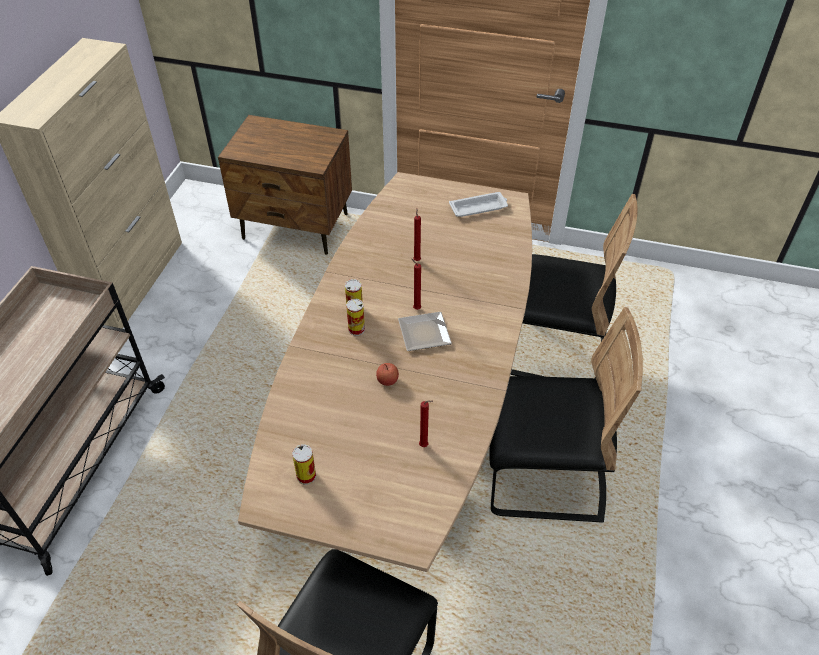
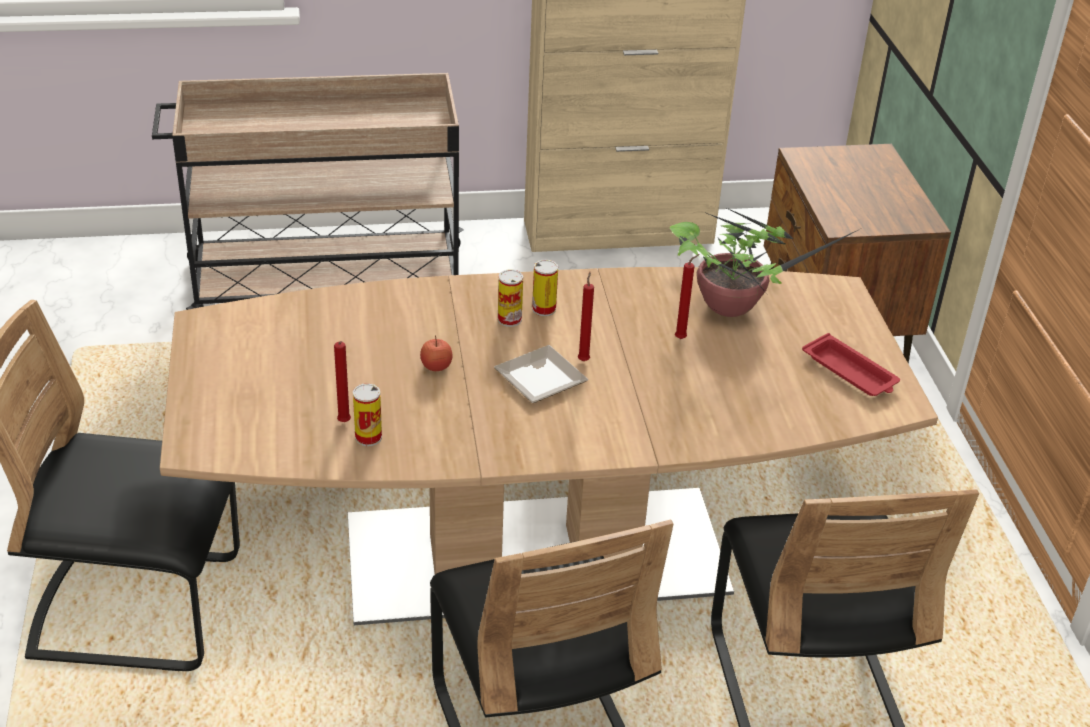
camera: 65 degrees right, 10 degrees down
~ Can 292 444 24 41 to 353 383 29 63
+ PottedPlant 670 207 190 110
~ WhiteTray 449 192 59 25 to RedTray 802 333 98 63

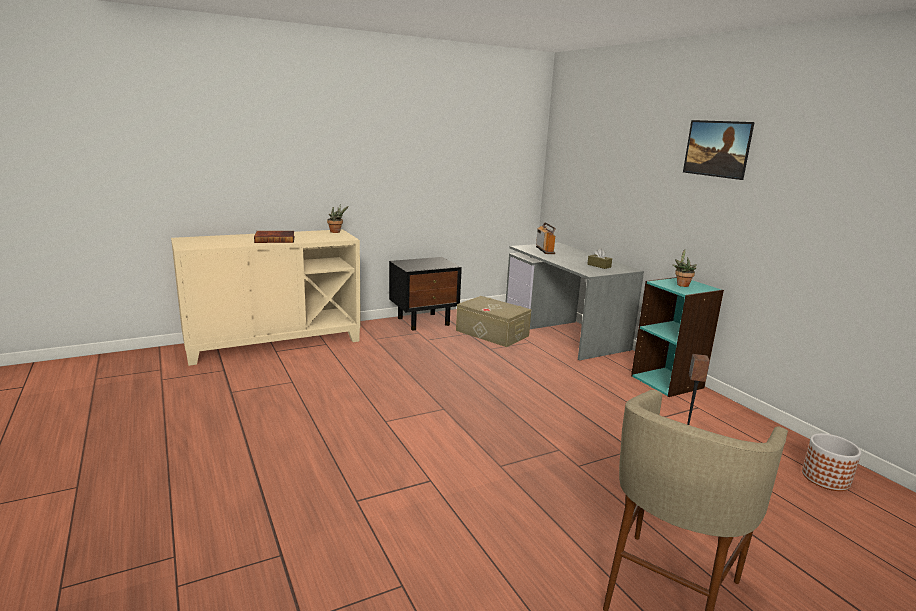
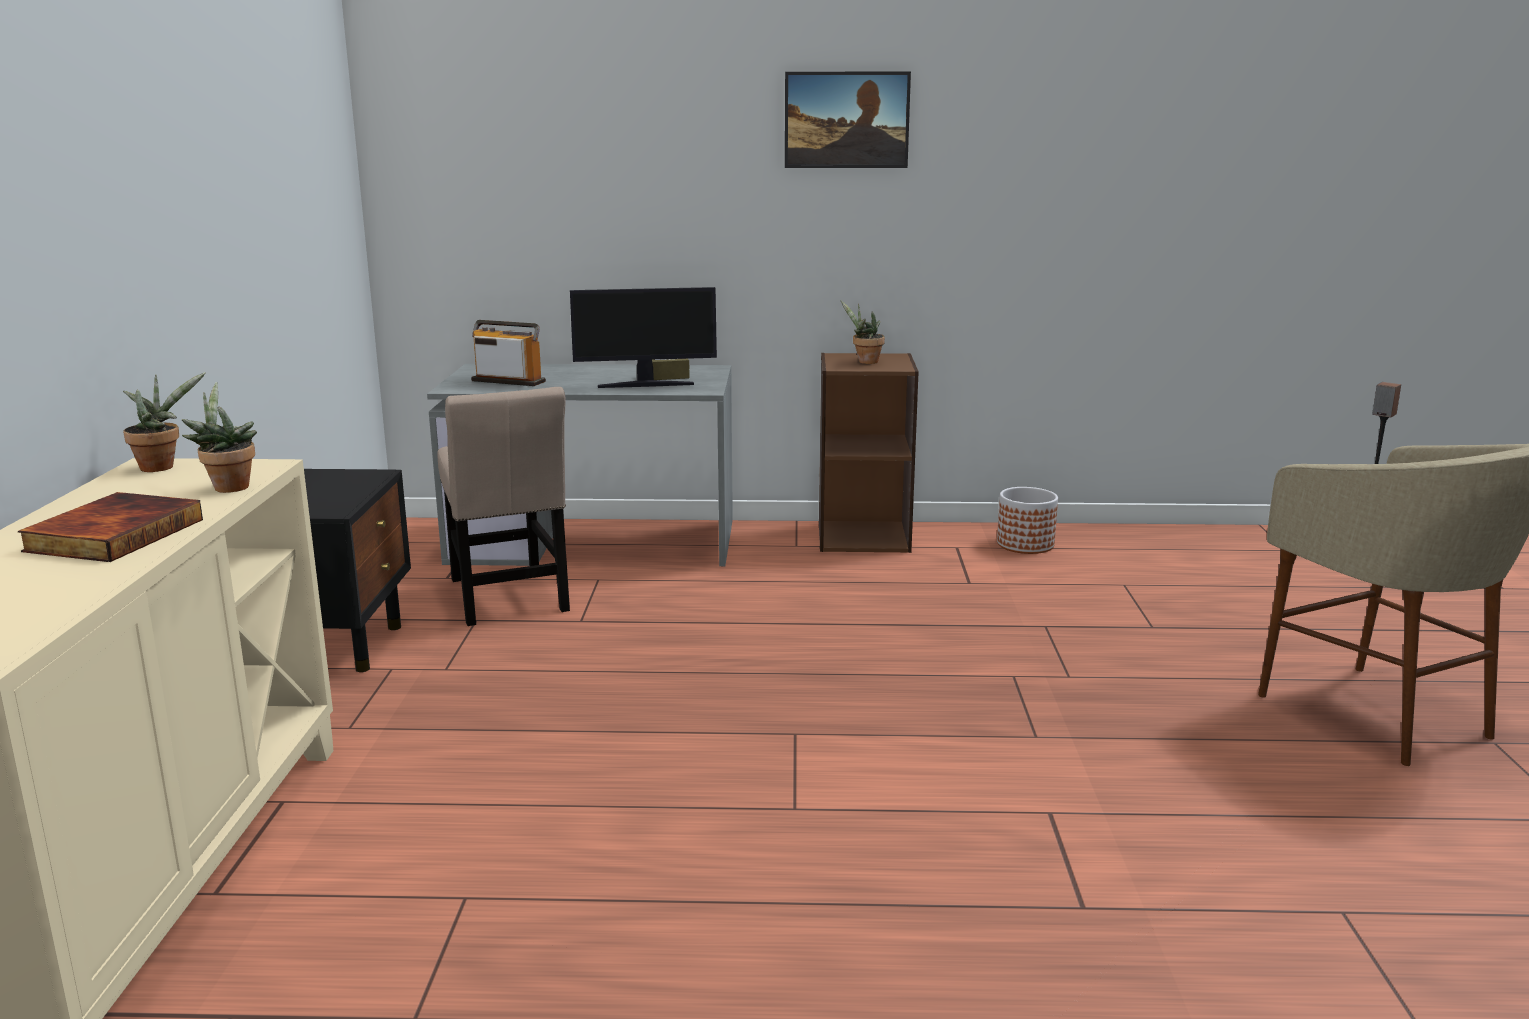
camera: 60 degrees left, 0 degrees up
+ PottedPlant 182 382 75 111
~ BeigeStorageBox 456 296 75 51 to BeigeChair 437 387 133 239
+ Monitor 570 287 147 101
~ TurquoiseBookcase 631 277 93 120 to BrownBookcase 819 353 100 200
~ Planter 802 433 59 58 to 997 487 61 67

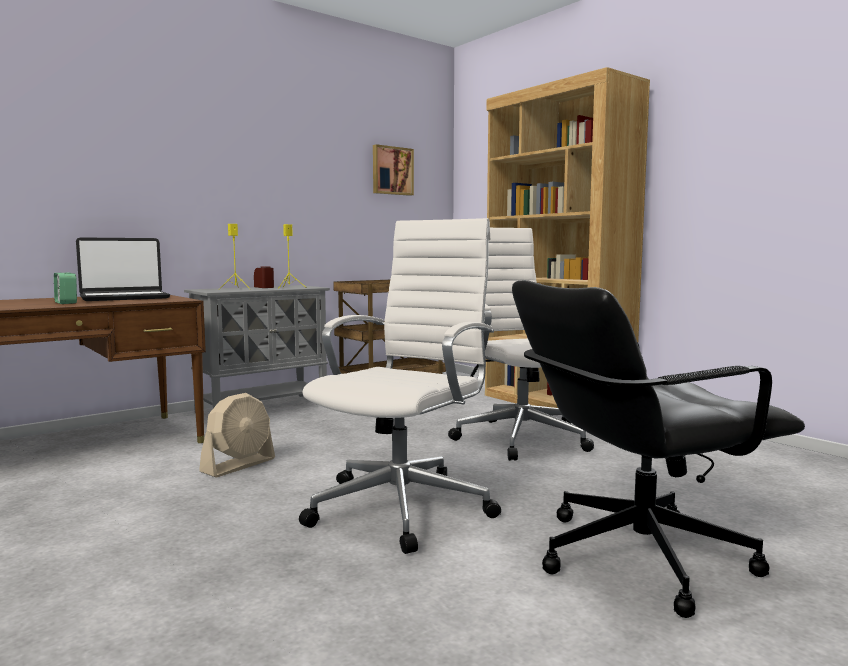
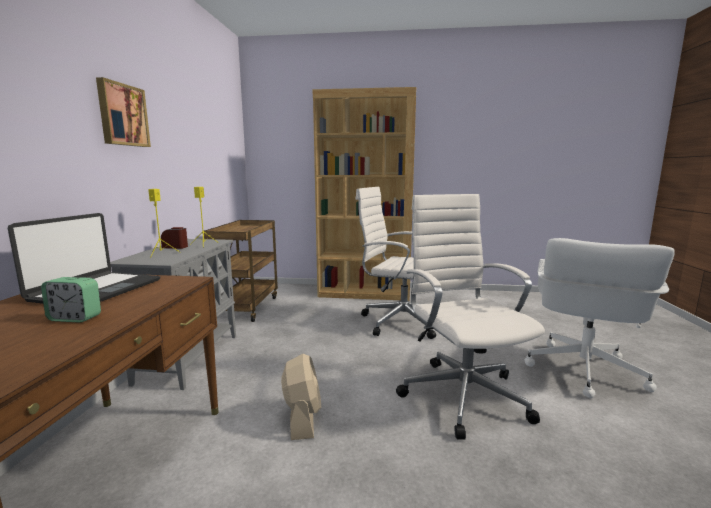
camera: 45 degrees left, 5 degrees up
~ Picture 373 144 41 52 to 96 77 55 70
~ BlackOfficeChair 512 280 293 338 to WhiteOfficeChair 525 238 150 160

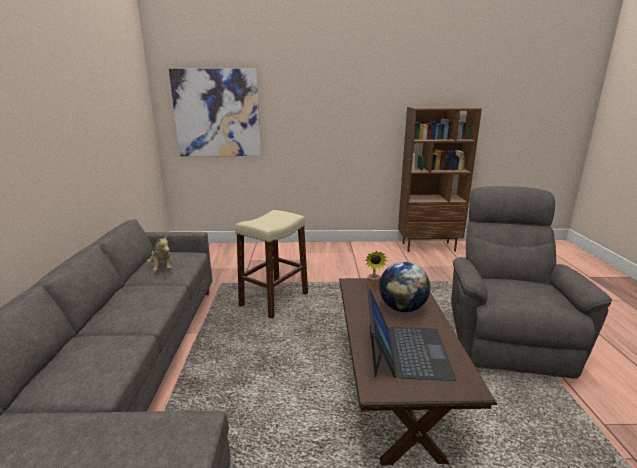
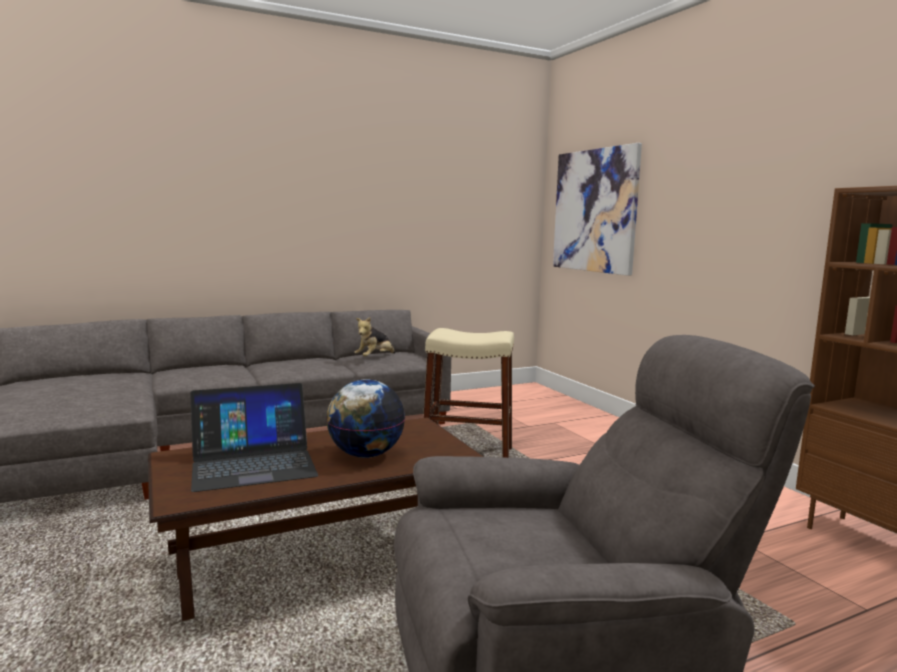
camera: 65 degrees right, 10 degrees down
- PottedPlant 365 251 22 39

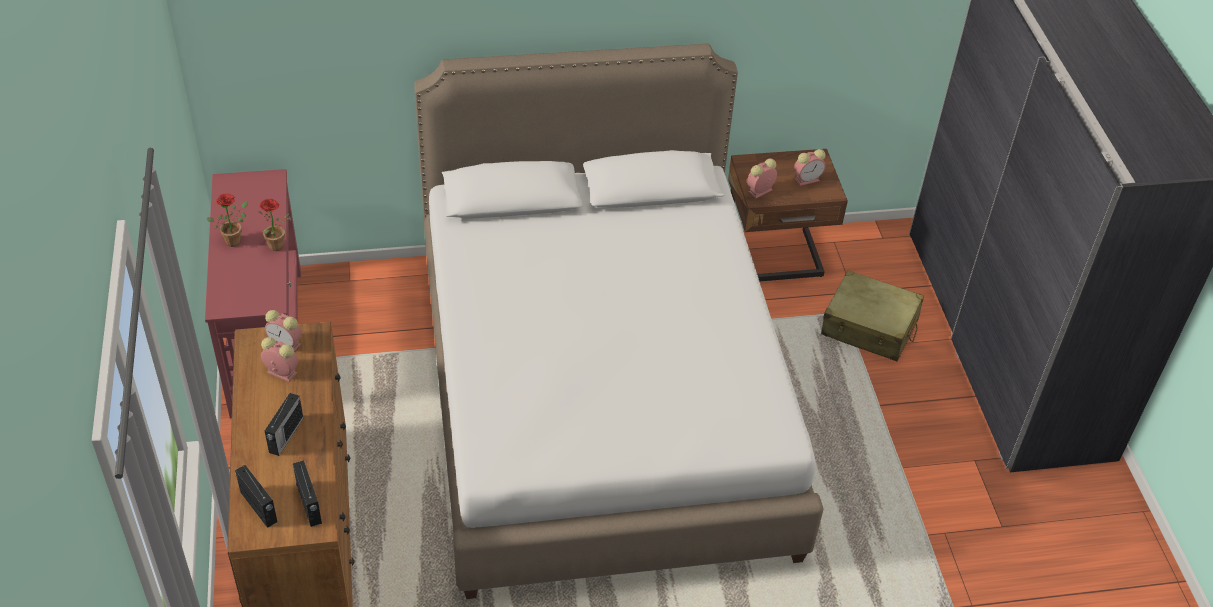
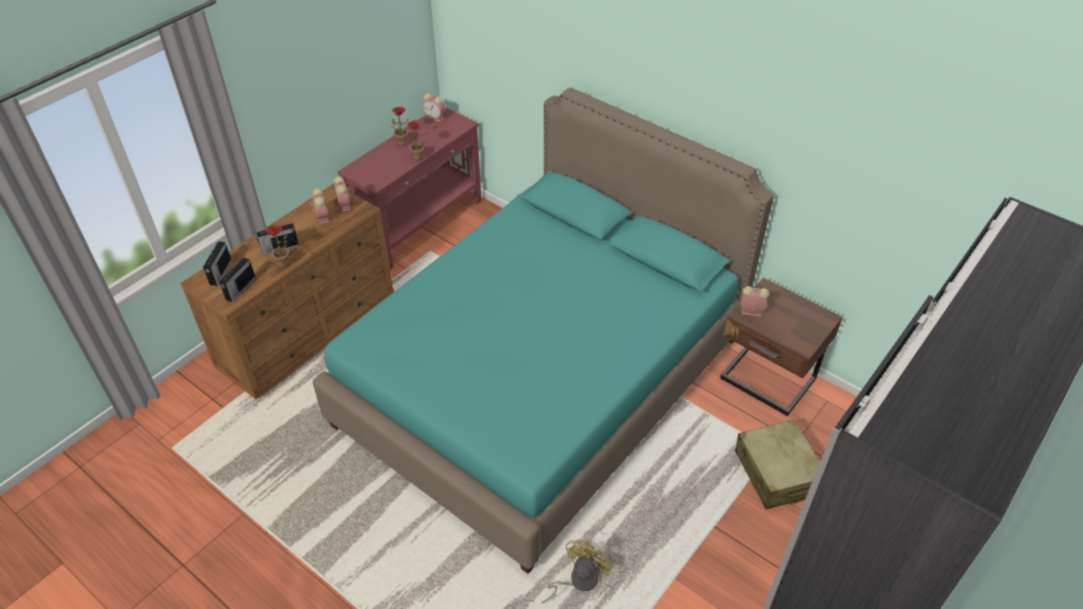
camera: 50 degrees right, 0 degrees up
+ PottedPlant 264 225 25 43
~ WhiteBed 414 44 410 555 to TurquoiseBed 313 88 461 486
~ AlarmClock 794 149 32 37 to 423 93 22 29
+ YellowFan 541 540 71 63

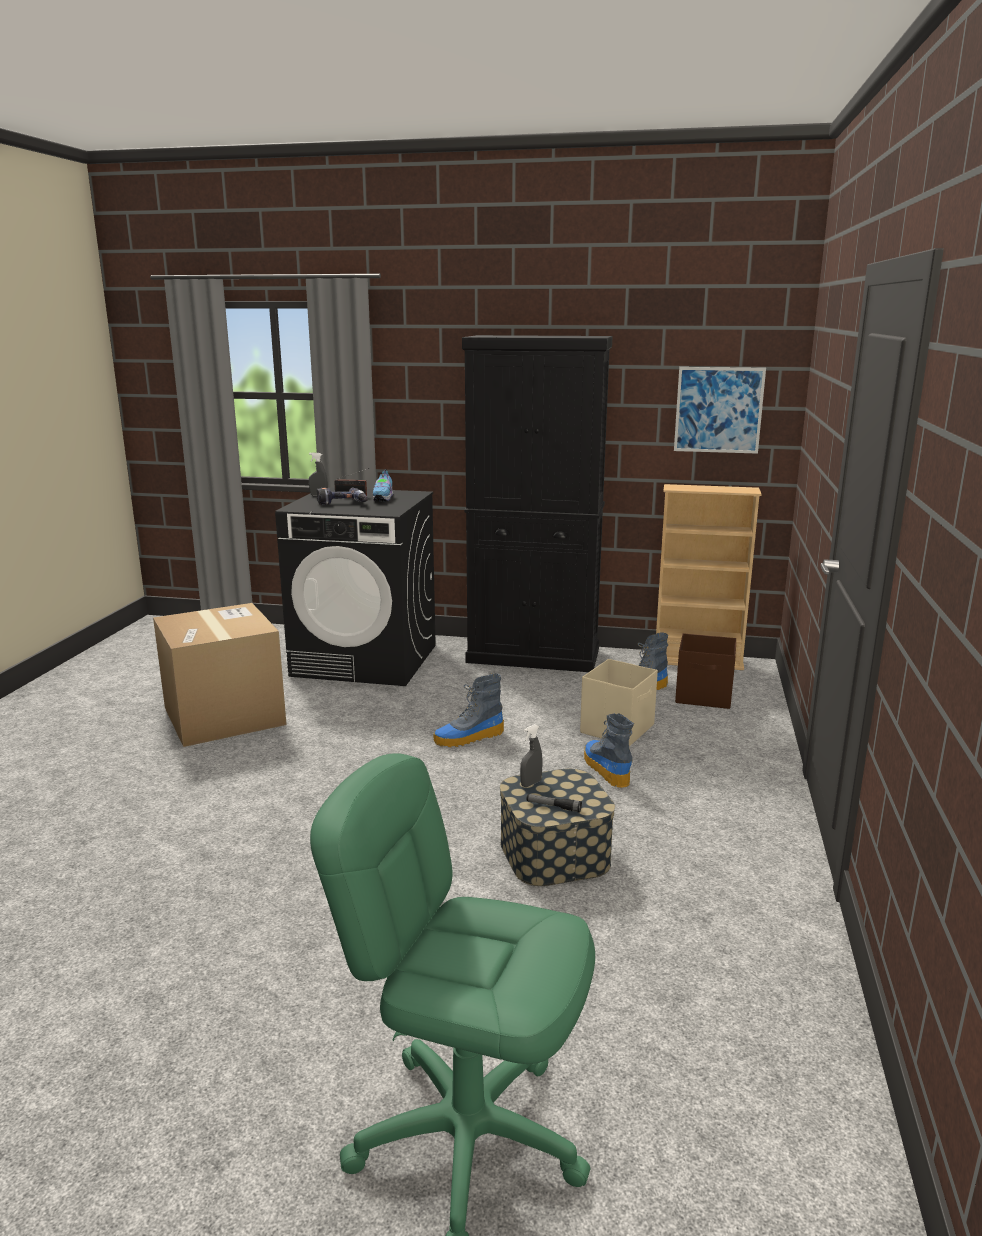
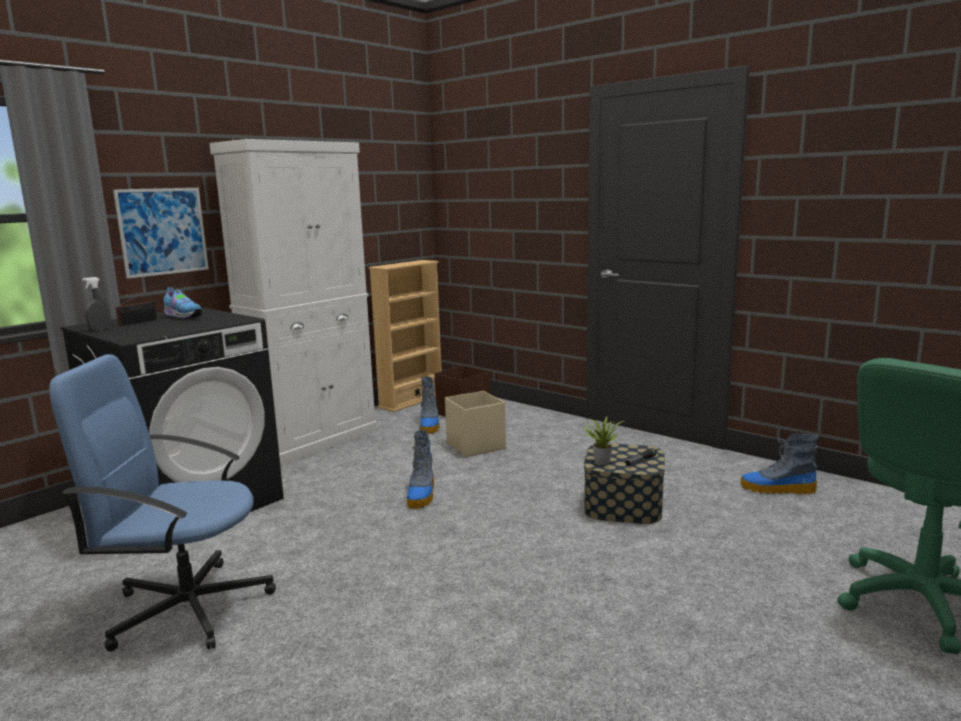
camera: 60 degrees left, 5 degrees down
~ CardboardBox 153 603 134 144 to BlueOfficeChair 49 354 227 298
~ Picture 674 367 92 87 to 113 188 96 91
~ BlackCabinet 462 335 151 337 to WhiteCabinet 209 139 169 327
~ GreySprayBottle 520 724 23 63 to PottedPlant 584 417 41 48
~ Boot 584 713 50 75 to 741 434 77 60
- PowerDrill 317 488 51 17

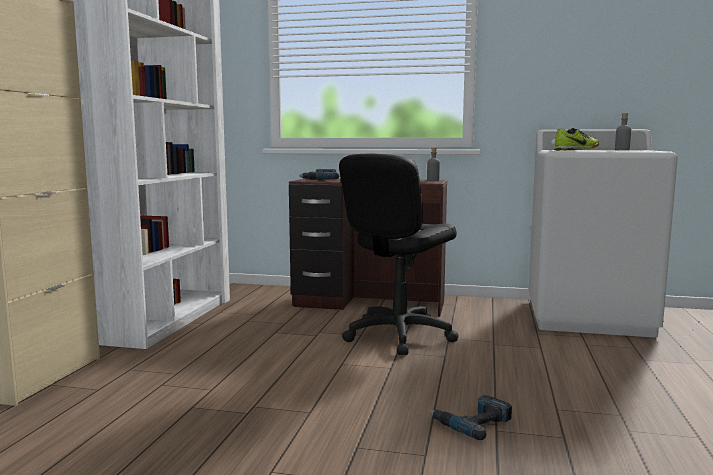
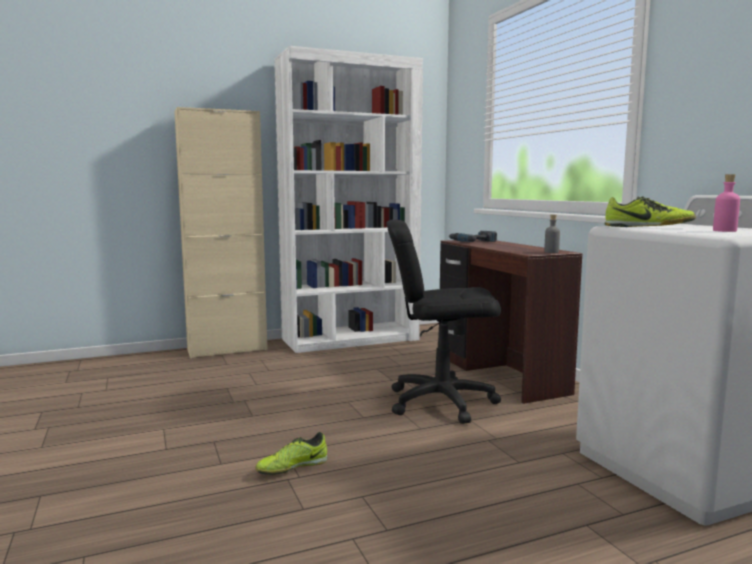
camera: 55 degrees right, 0 degrees up
~ PowerDrill 430 395 82 45 to Shoe 255 432 72 43
~ GreyBottle 615 113 16 38 to PinkBottle 713 174 27 58

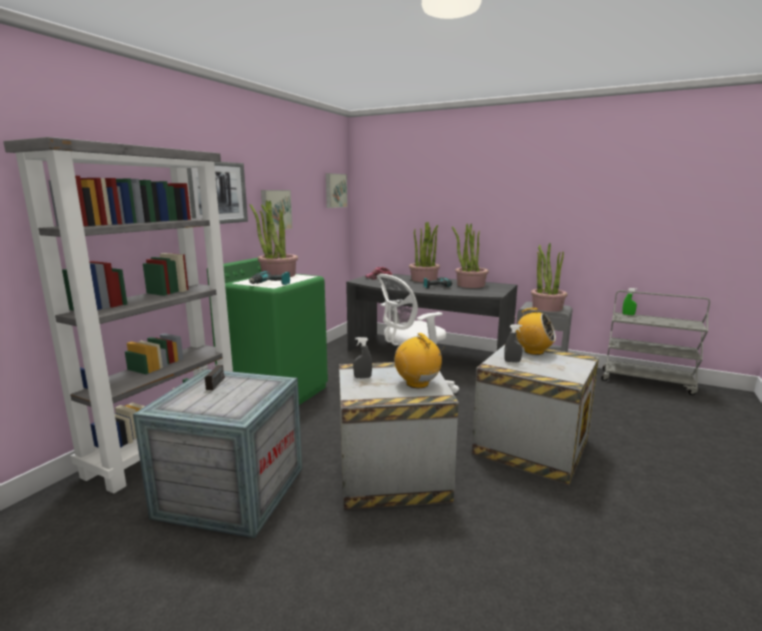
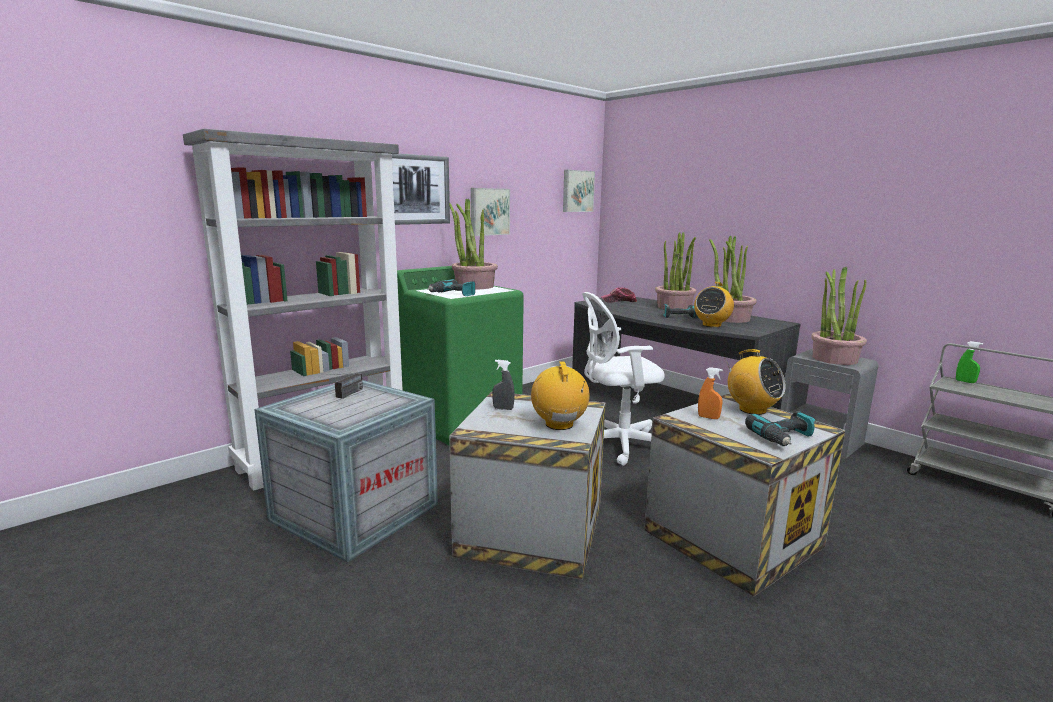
camera: 20 degrees right, 0 degrees up
+ Radio 694 282 40 45
~ GreySprayBottle 504 324 18 38 to OrangeSprayBottle 698 367 25 52
+ PowerDrill 745 411 70 35

